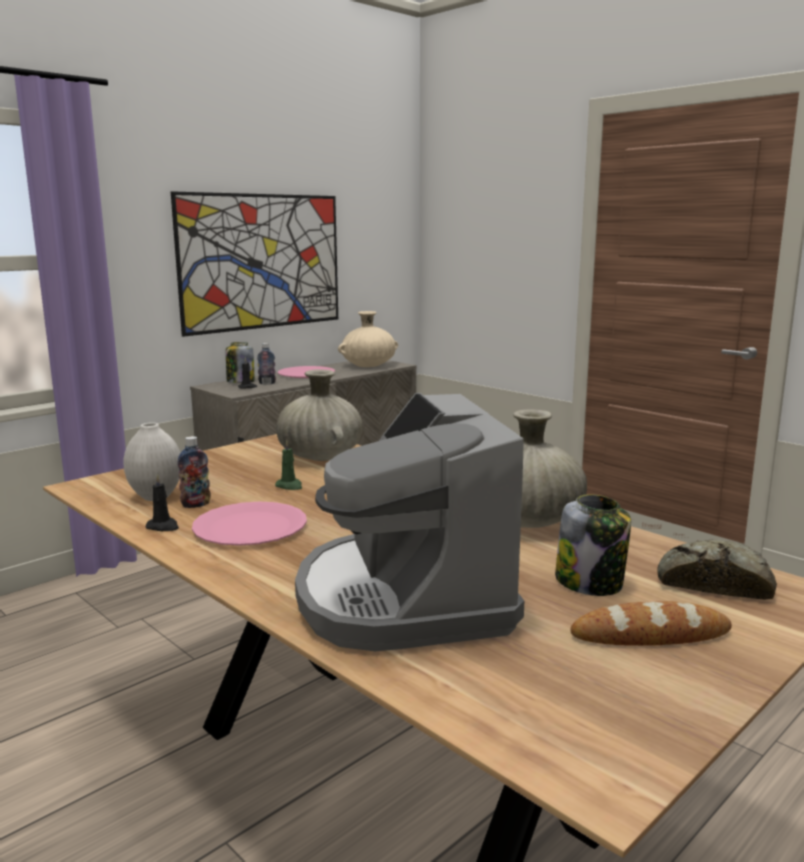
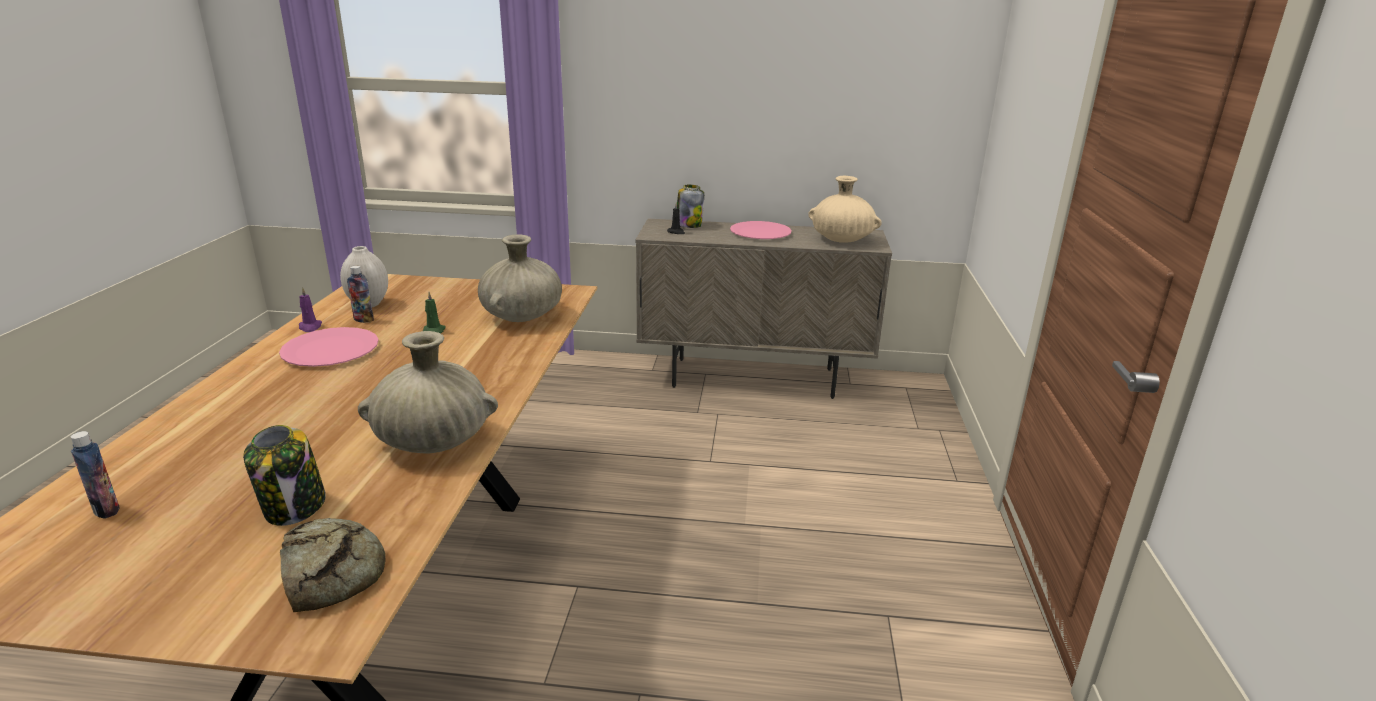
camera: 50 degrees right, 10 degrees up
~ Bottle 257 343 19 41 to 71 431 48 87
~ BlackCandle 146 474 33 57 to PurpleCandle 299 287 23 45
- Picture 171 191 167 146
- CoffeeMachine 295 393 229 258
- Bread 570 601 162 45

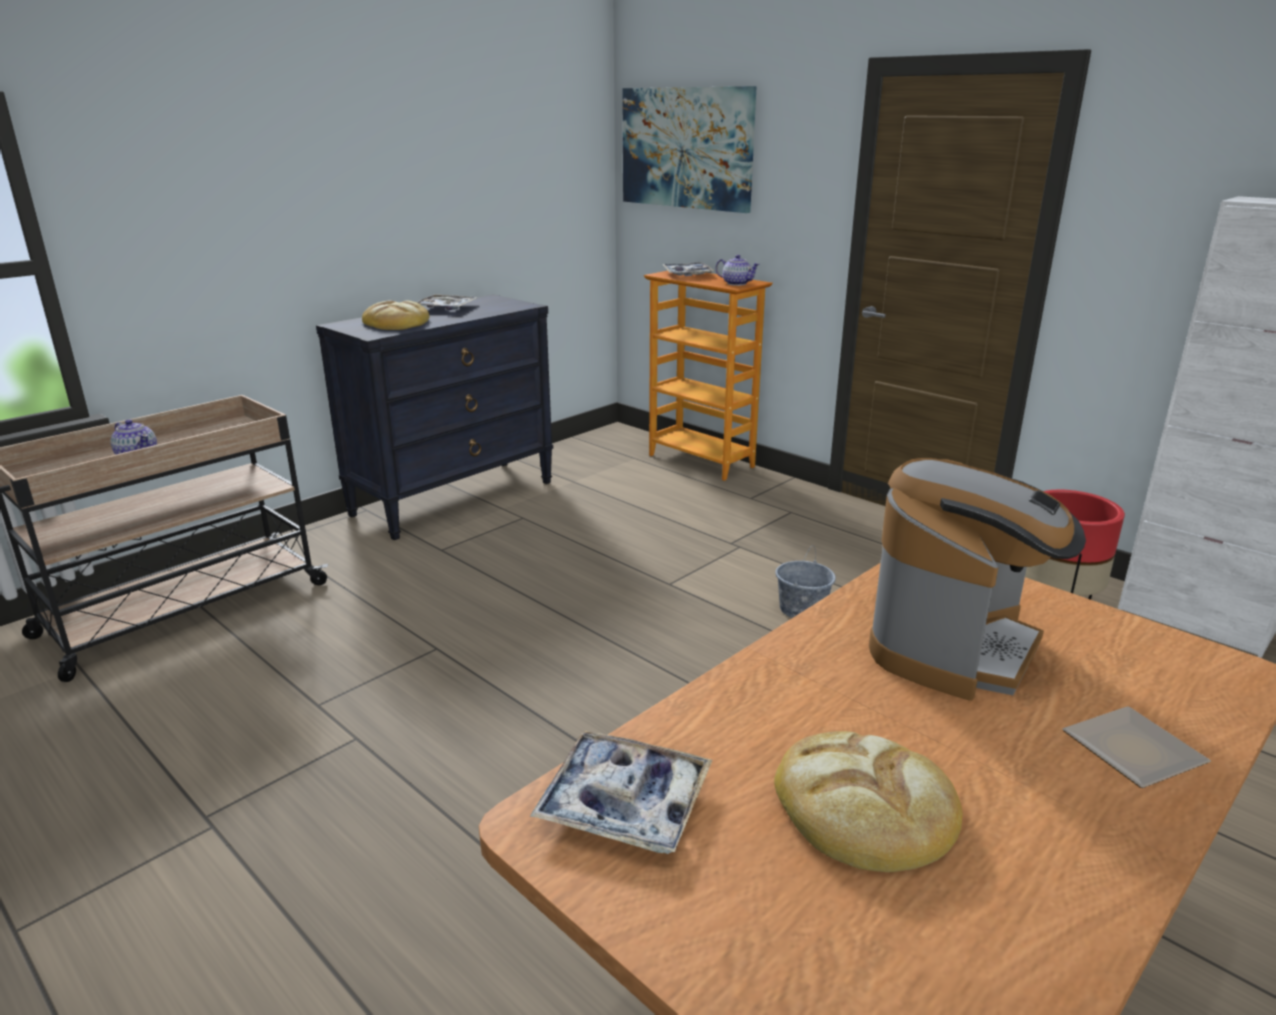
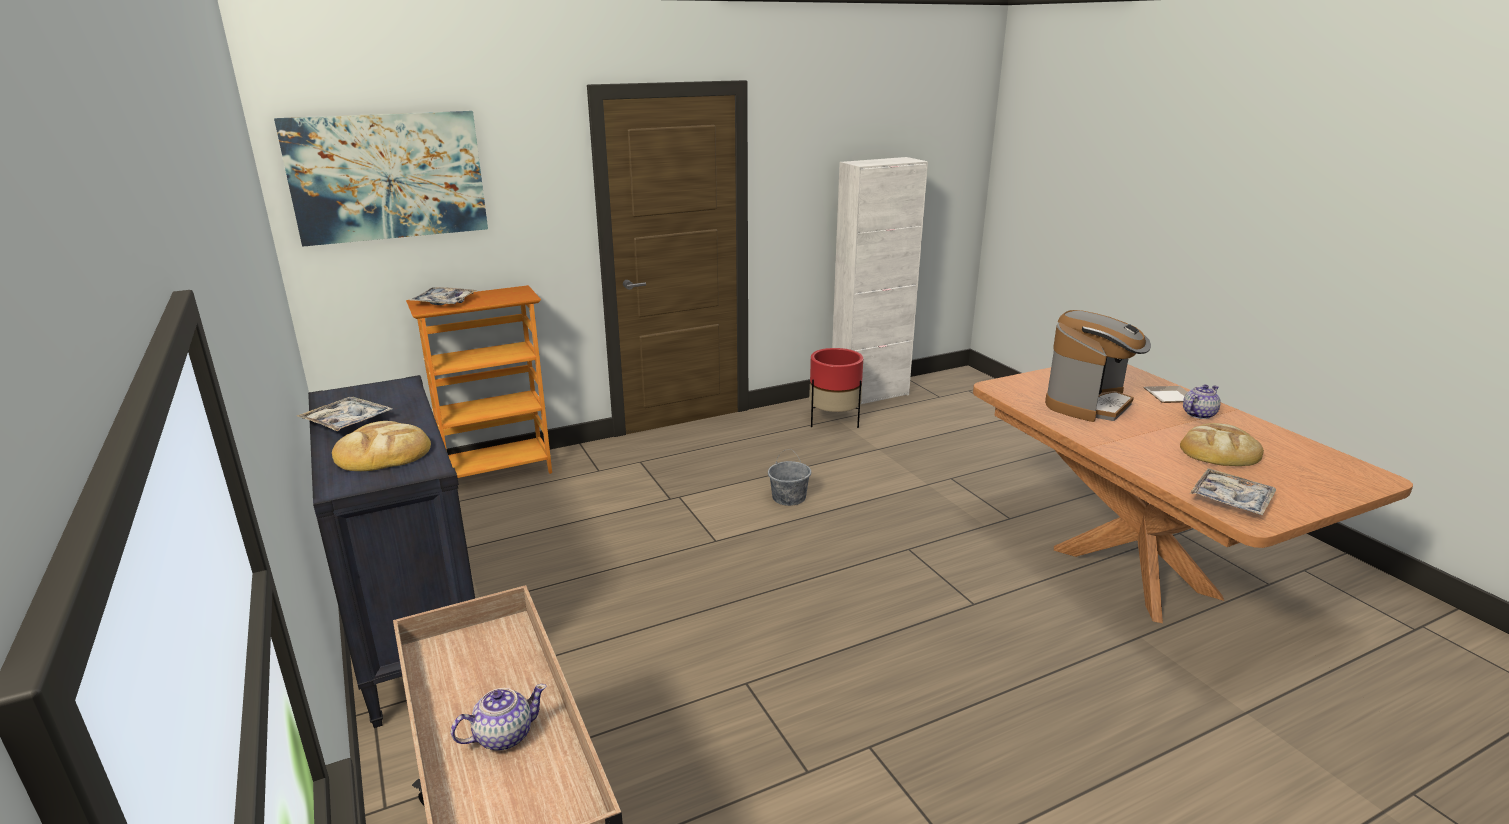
camera: 70 degrees left, 0 degrees up
~ CoffeeMachine 869 458 217 243 = 1045 310 106 112 75 degrees clockwise
~ Teapot 716 255 44 31 to 1183 385 37 34

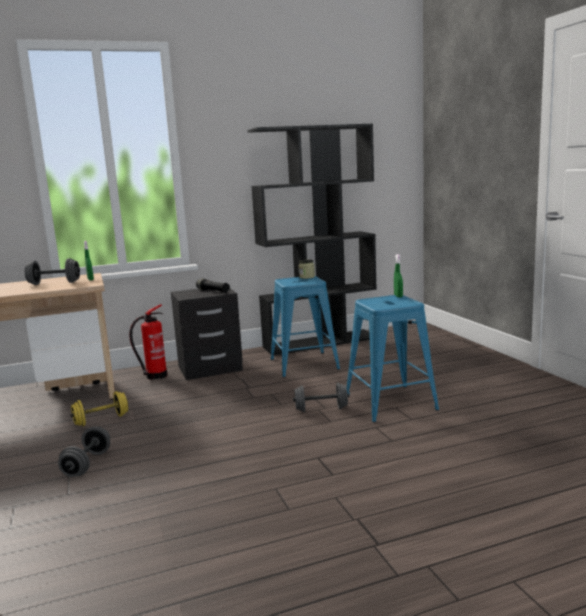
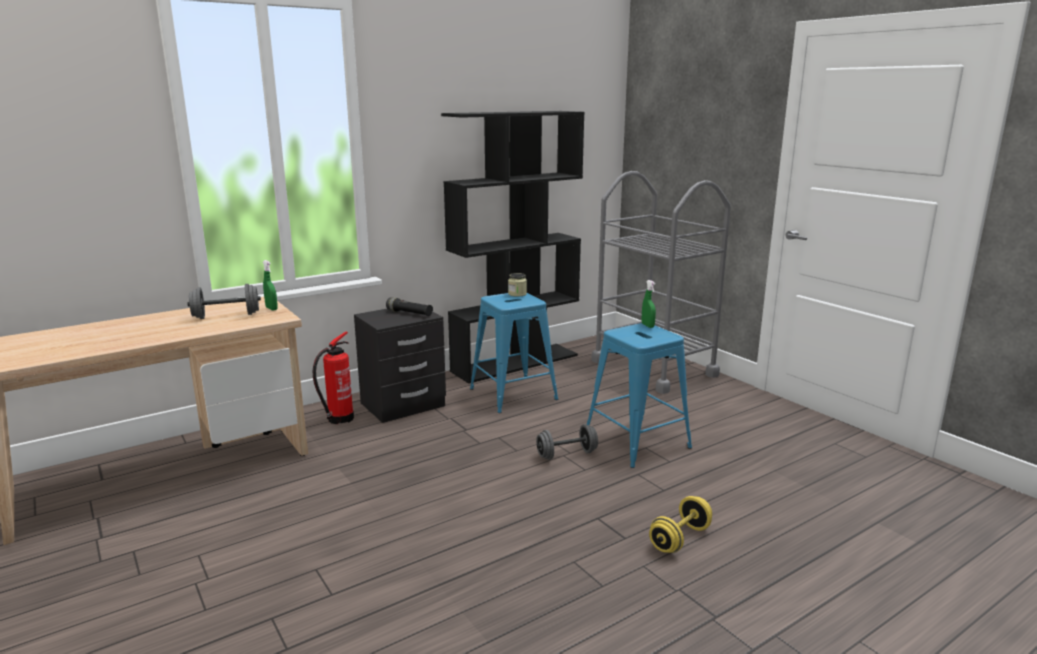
camera: 15 degrees left, 5 degrees up
+ GreyCart 591 171 140 223
~ YellowDumbbell 71 391 57 35 to 649 496 63 57
- GreyDumbbell 58 427 52 50

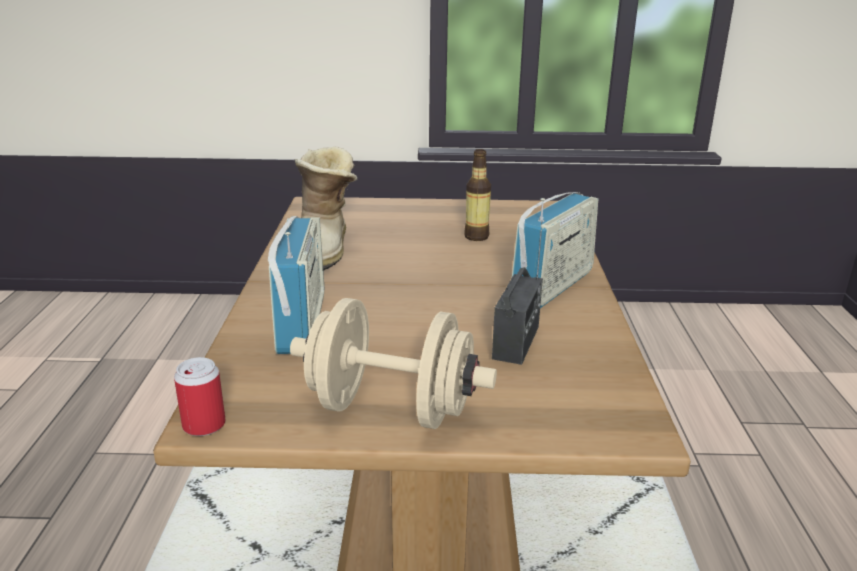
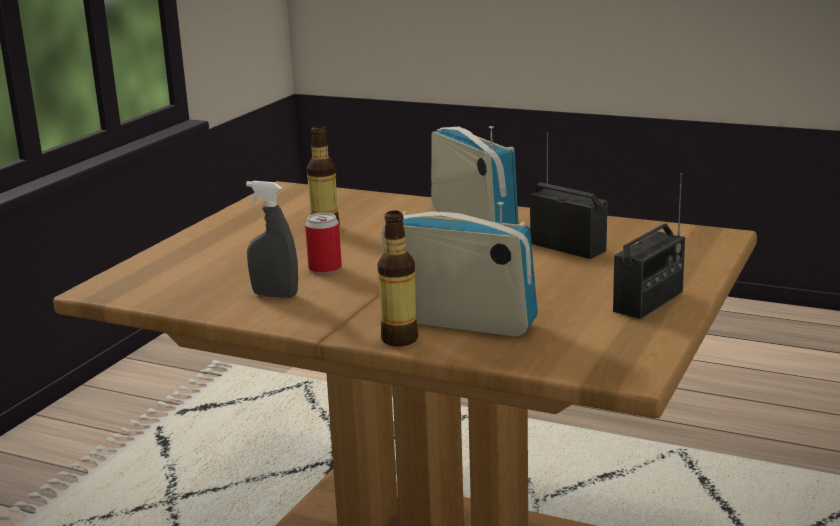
camera: 65 degrees left, 5 degrees down
~ Boot 295 146 62 124 to GreySprayBottle 246 181 52 117
~ Can 174 357 52 79 to 305 212 37 62
+ Bottle 378 211 40 135
~ BeigeDumbbell 290 298 207 131 to Radio 613 173 72 146

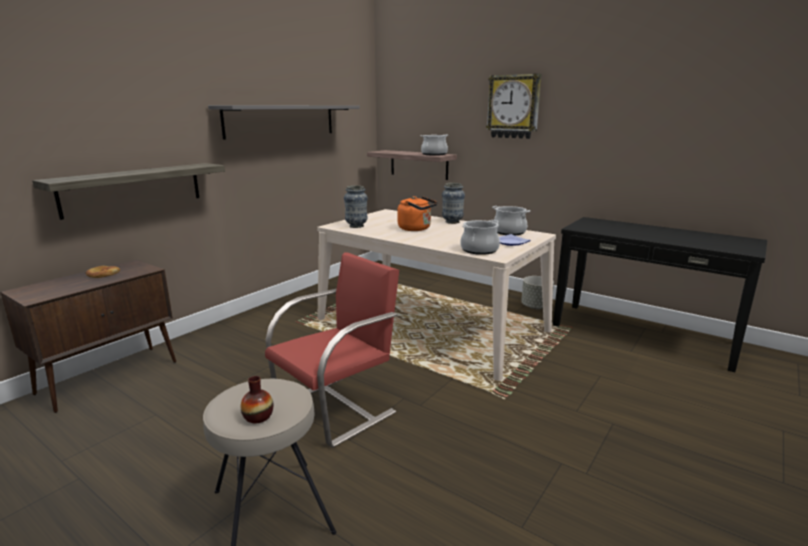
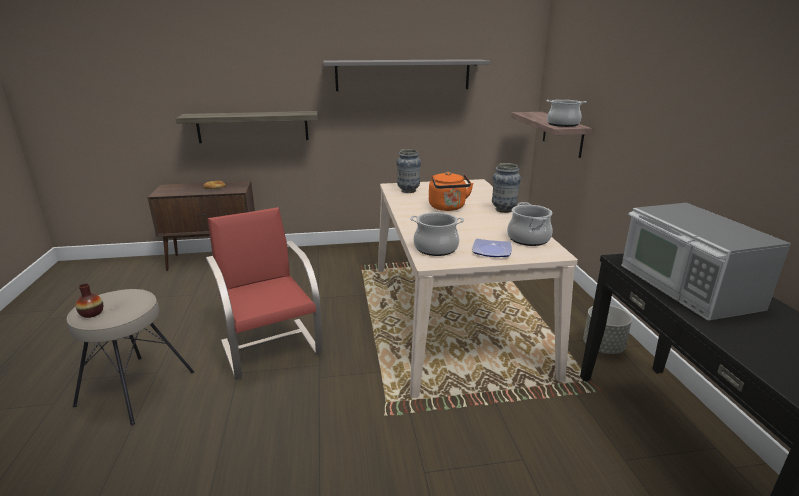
camera: 45 degrees right, 5 degrees up
~ RedChair 265 252 134 196 = 206 207 117 172 120 degrees counterclockwise
+ Microwave 621 203 170 117
- WallClock 486 74 55 65

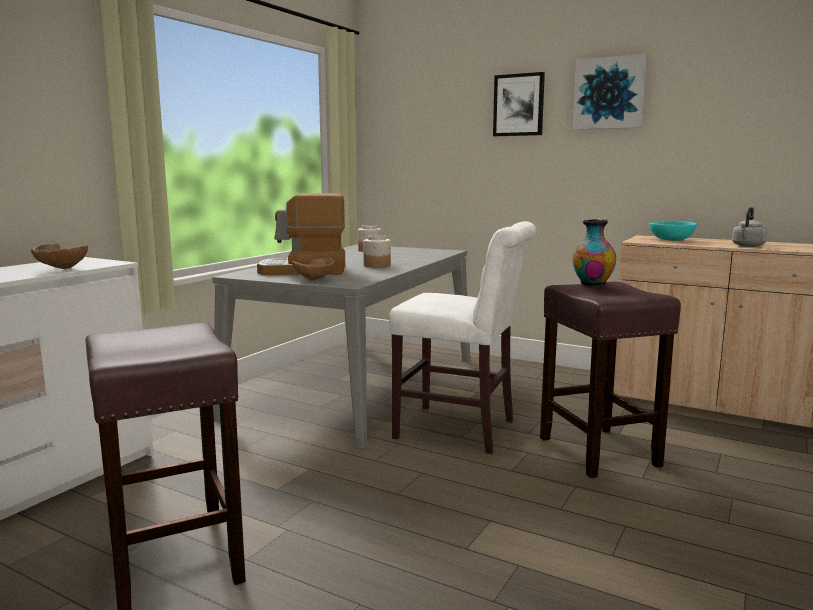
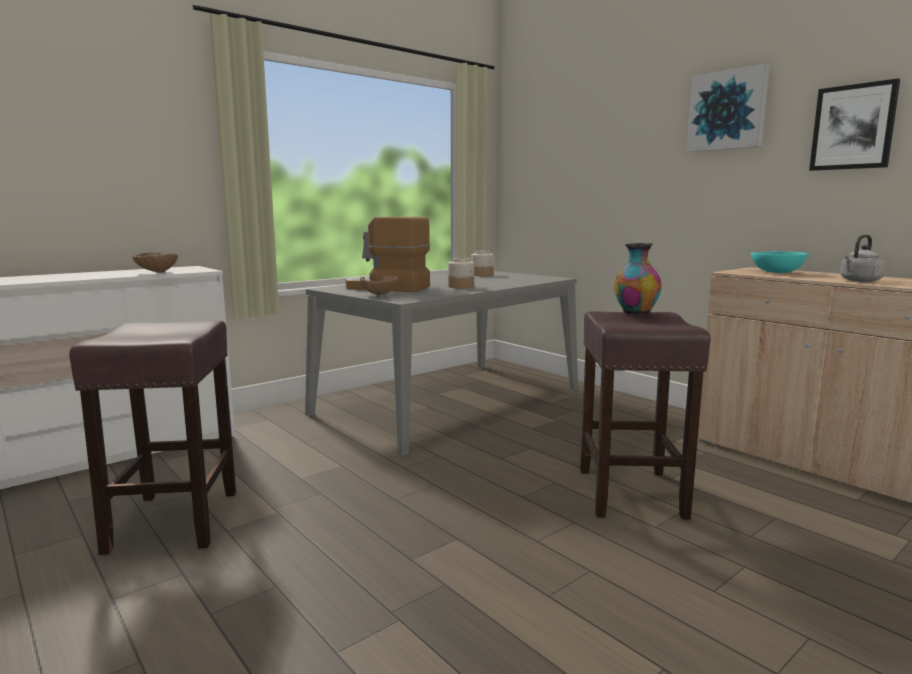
camera: 20 degrees right, 0 degrees up
~ Picture 493 72 52 64 to 809 78 91 93
- WhiteChair 389 221 147 234

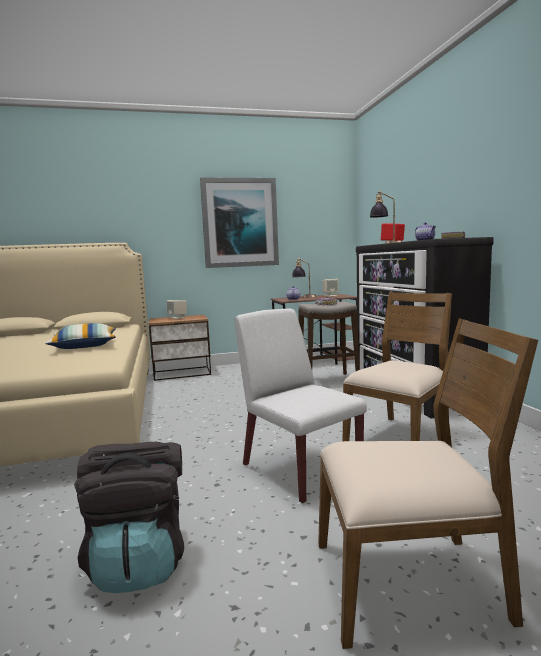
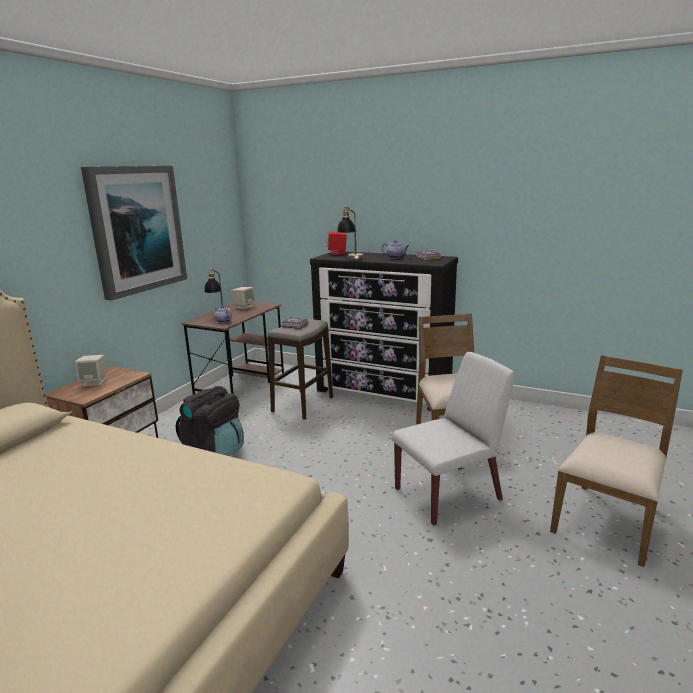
camera: 50 degrees left, 10 degrees up
~ BlackBackpack 74 442 110 151 to 175 386 69 70
~ WhiteChair 234 309 133 195 = 392 352 123 174 150 degrees clockwise
- Pillow 45 323 71 26

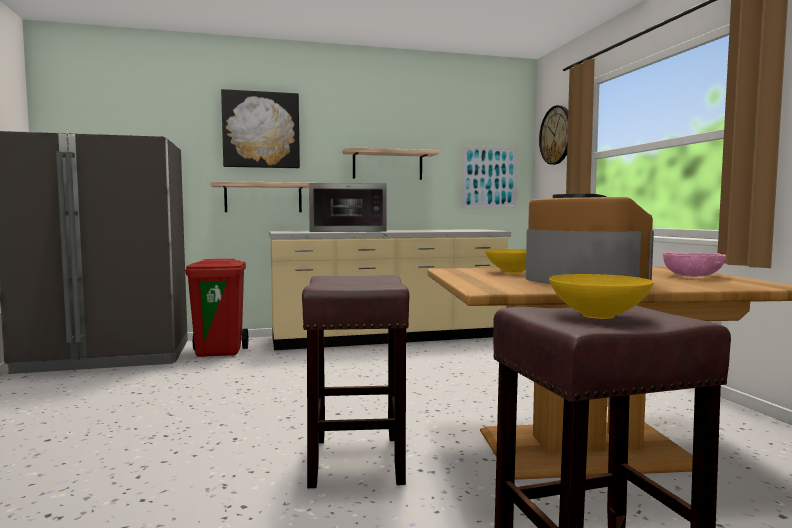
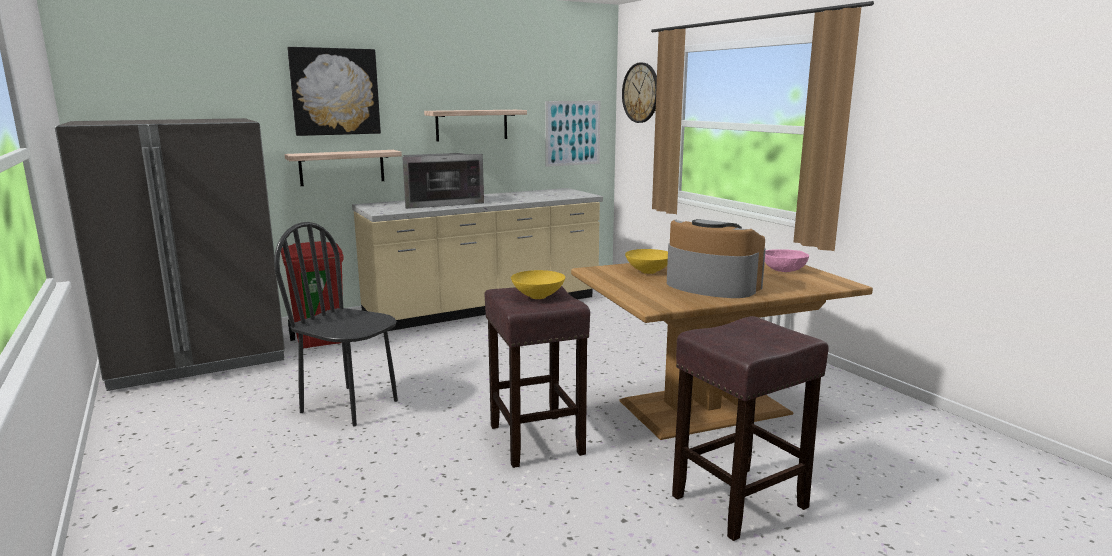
camera: 15 degrees left, 10 degrees up
+ BlackChair 274 222 124 205
~ YellowBowl 549 274 105 45 to 511 270 54 29

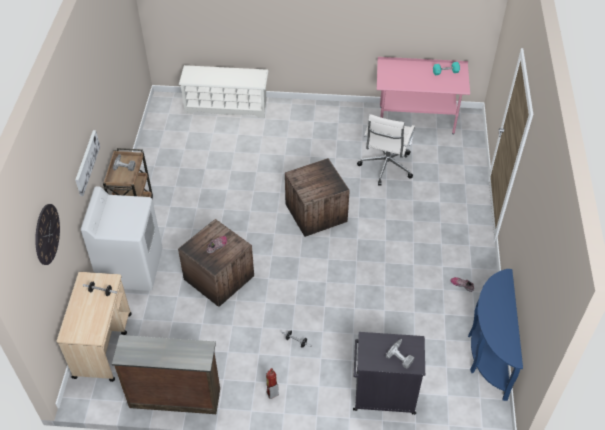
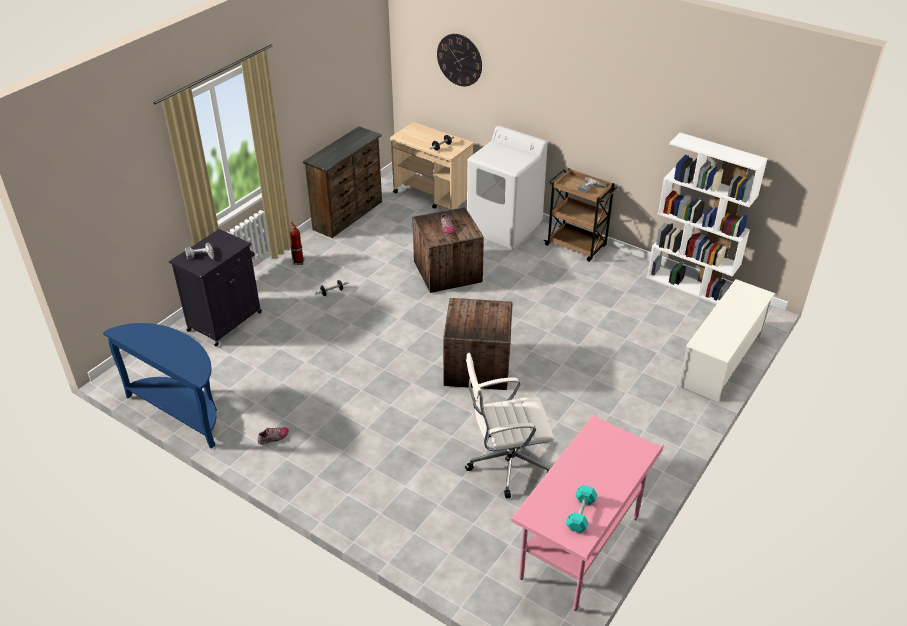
camera: 120 degrees right, 10 degrees down
~ WhiteOfficeChair 357 114 58 72 = 465 353 89 145 60 degrees counterclockwise
+ WhiteBookcase 647 133 121 171
- Picture 75 130 25 66

